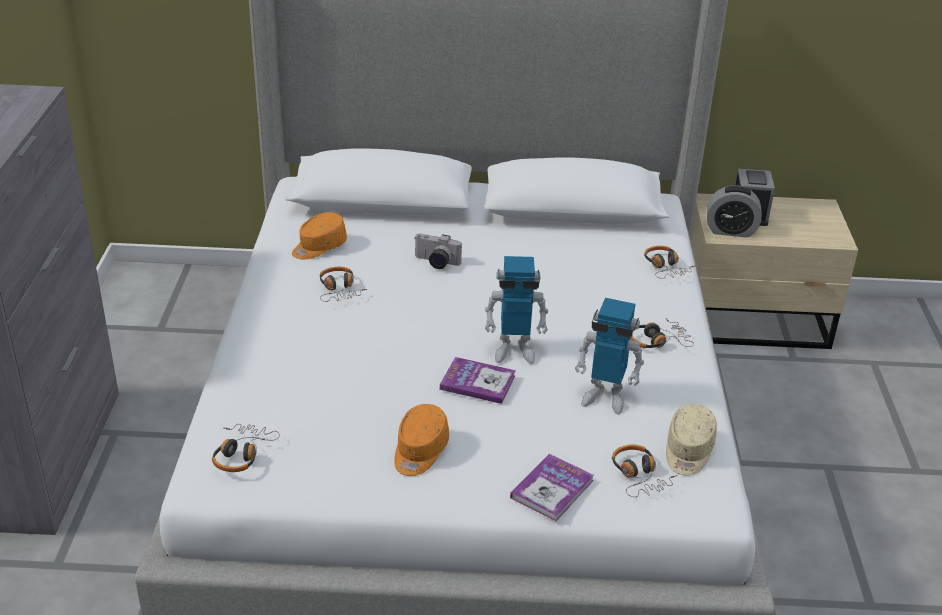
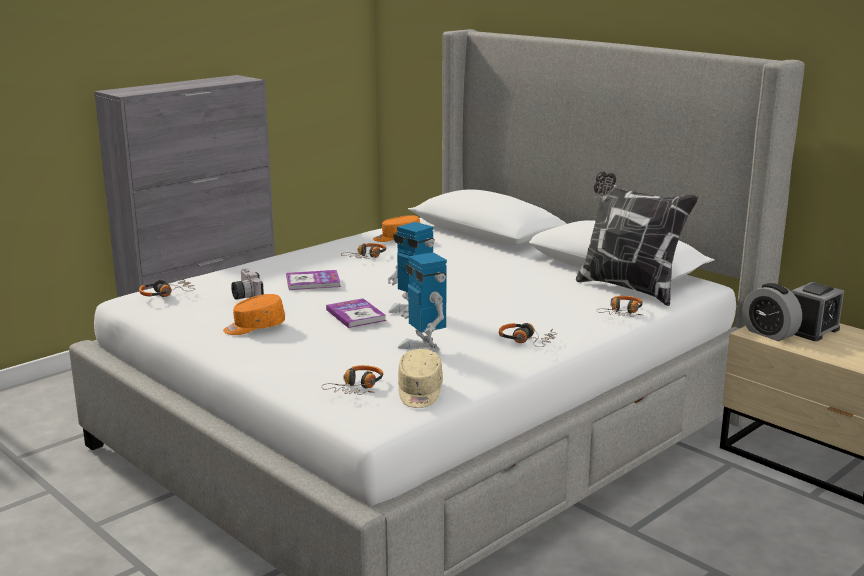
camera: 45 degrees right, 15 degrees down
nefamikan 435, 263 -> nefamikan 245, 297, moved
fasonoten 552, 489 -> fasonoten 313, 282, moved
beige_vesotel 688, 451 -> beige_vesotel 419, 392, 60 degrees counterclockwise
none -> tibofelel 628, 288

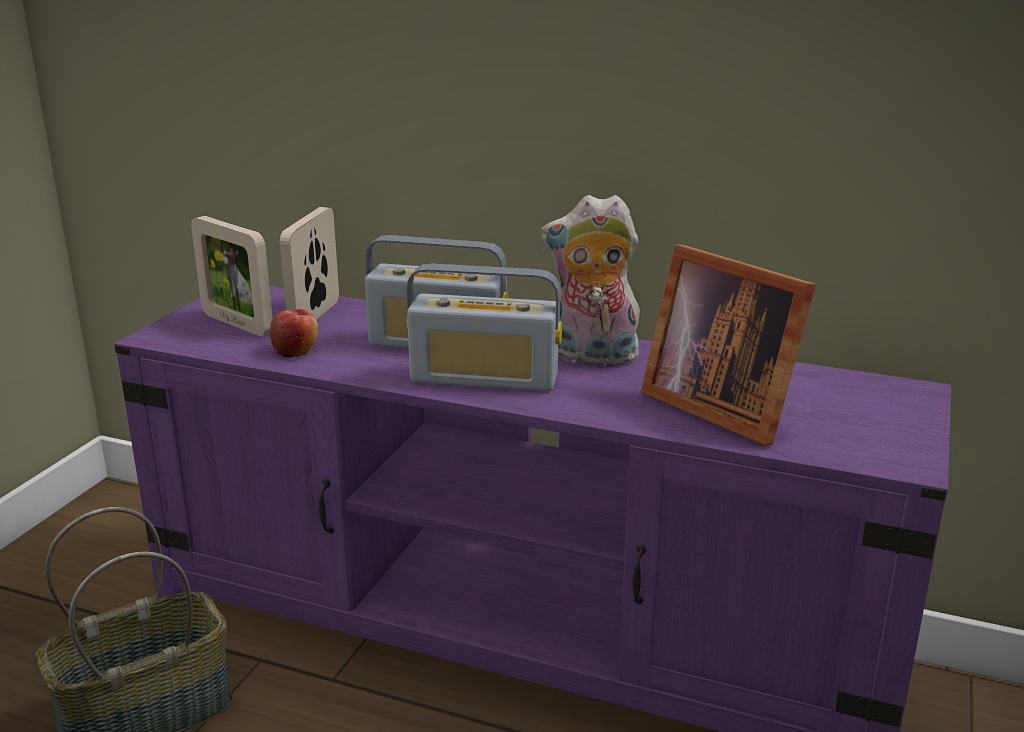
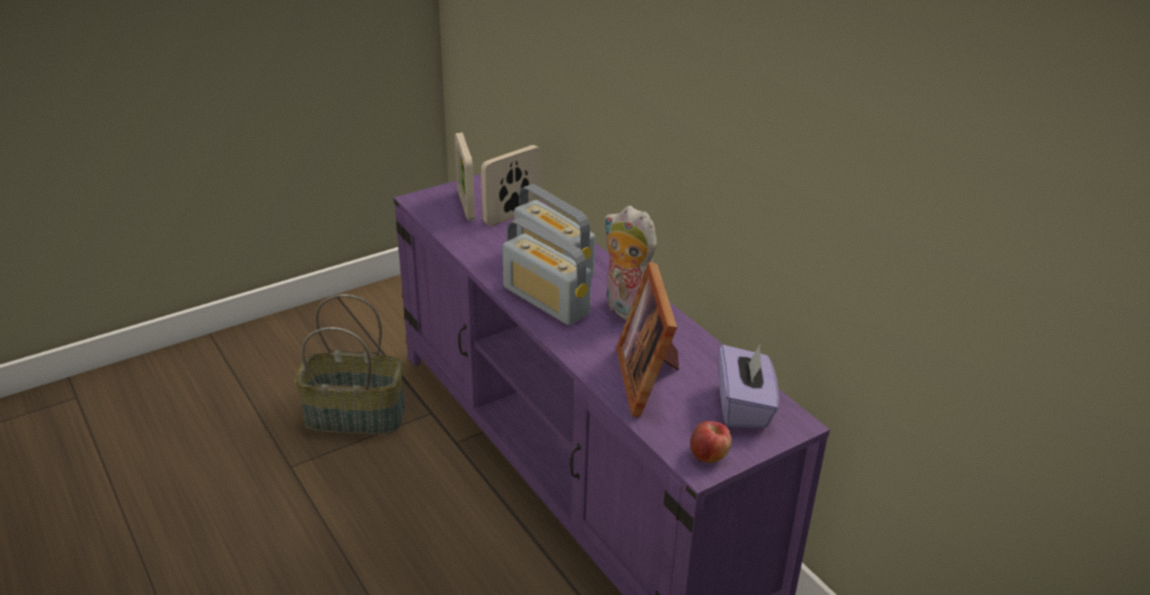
camera: 35 degrees right, 10 degrees up
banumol 295, 350 -> banumol 709, 454, moved
none -> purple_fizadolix 744, 406

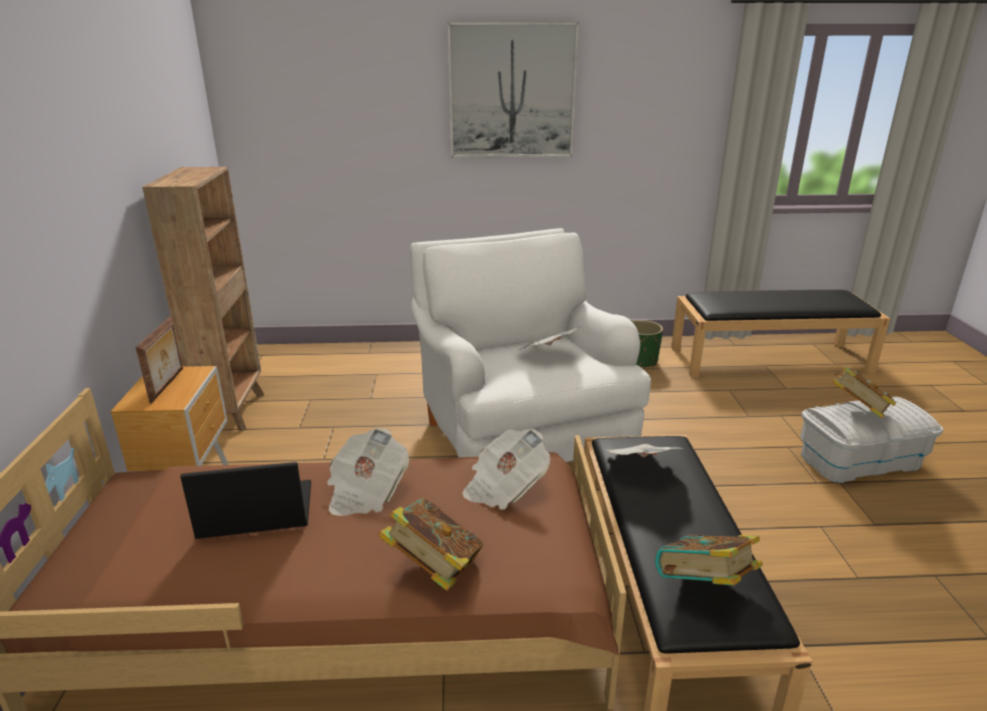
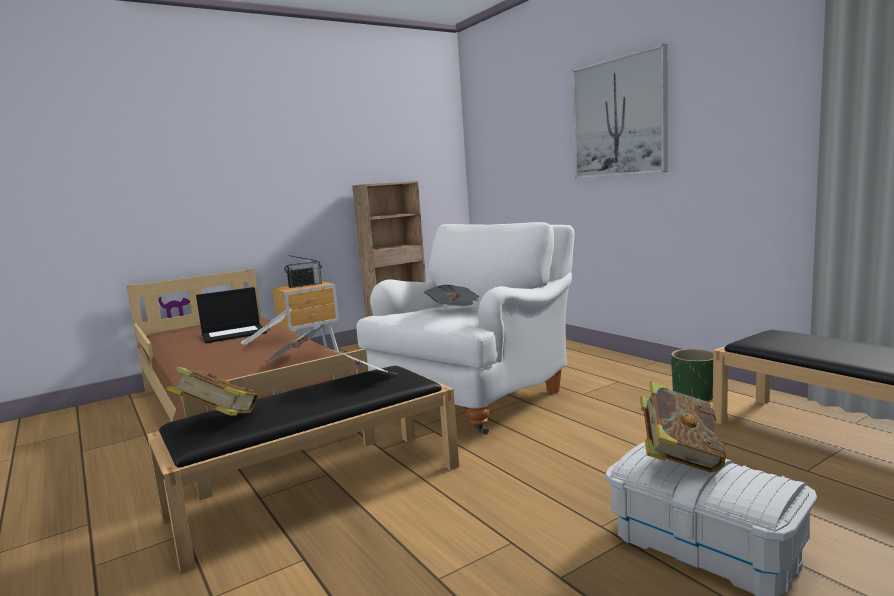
camera: 60 degrees right, 15 degrees down
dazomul 168, 385 -> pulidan 305, 285
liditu 254, 511 -> liditu 234, 334, 105 degrees clockwise
fasonoten 434, 568 -> none

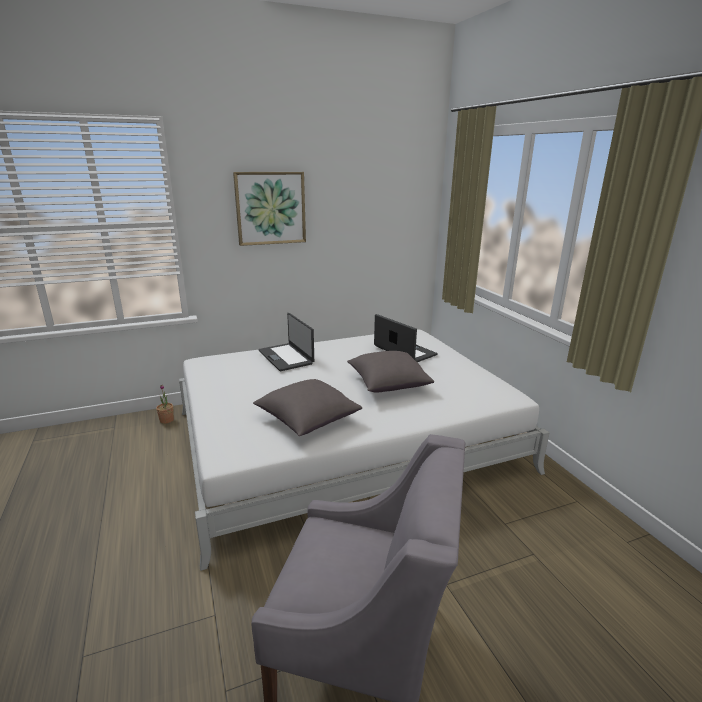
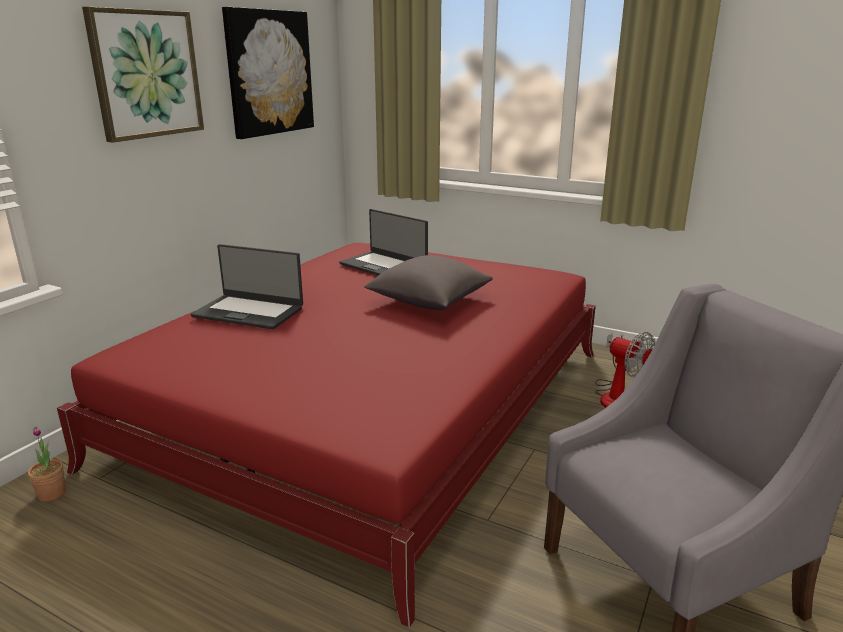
camera: 40 degrees left, 0 degrees up
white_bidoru 344, 440 -> red_bidoru 371, 405
grey_tibofelel 307, 420 -> none
liditu 404, 351 -> liditu 384, 266, 150 degrees counterclockwise
none -> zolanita 269, 73
none -> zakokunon 617, 396

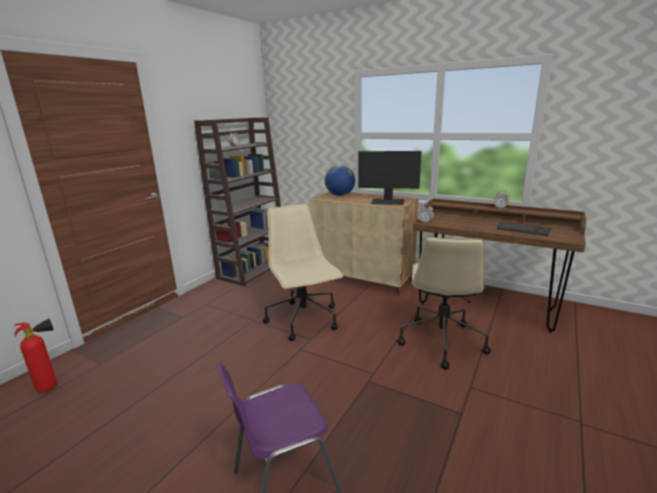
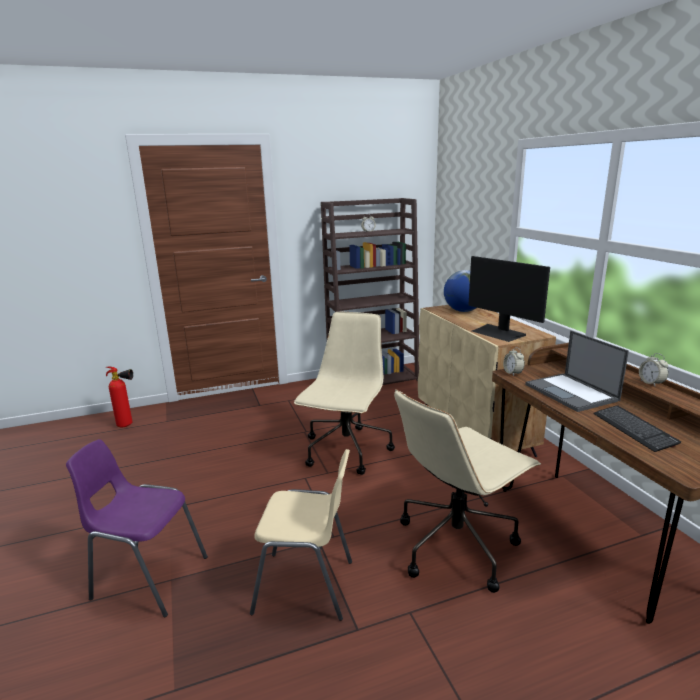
camera: 40 degrees right, 0 degrees up
none -> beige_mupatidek 307, 586
none -> liditu 572, 393

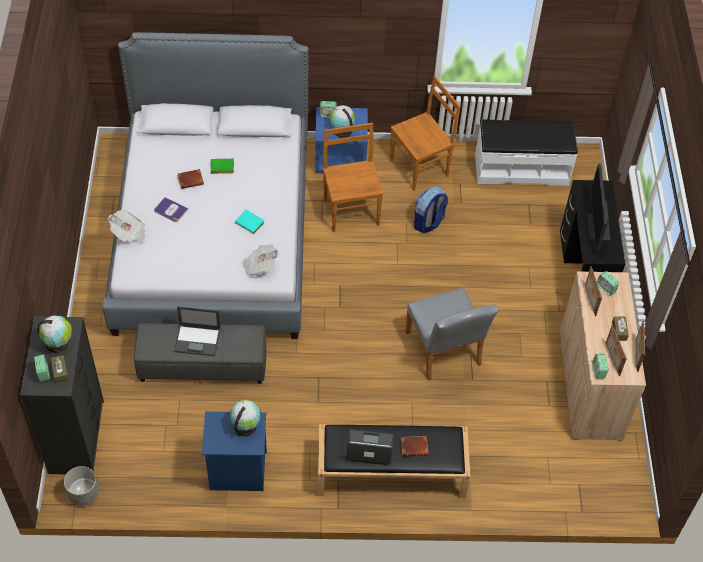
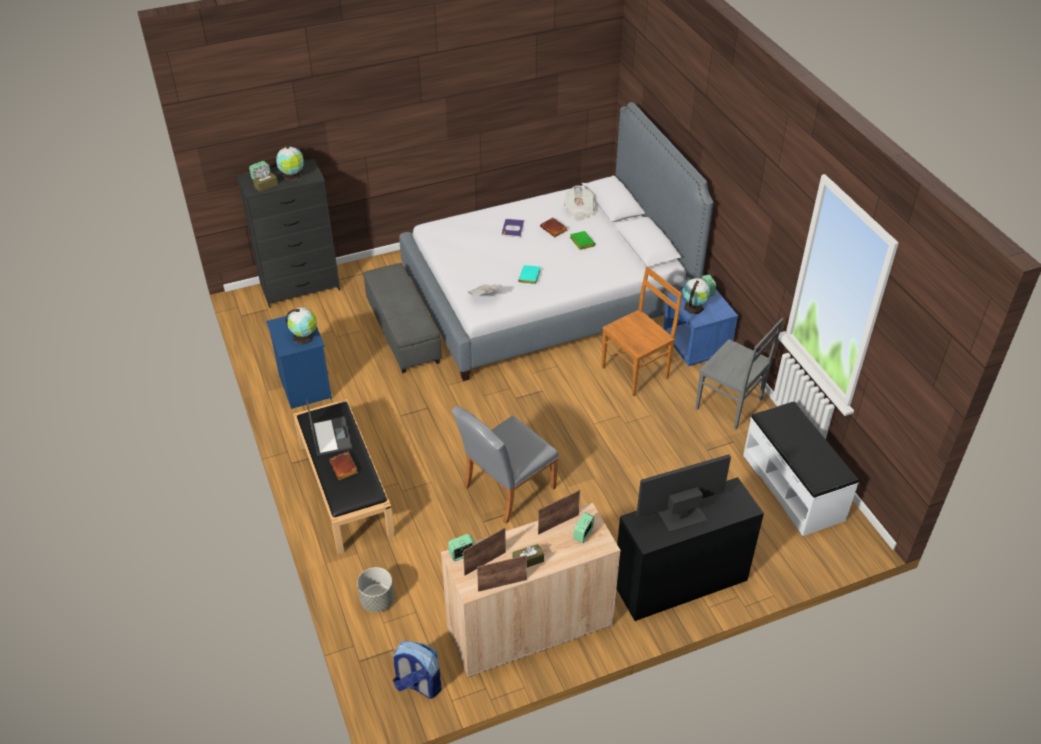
camera: 70 degrees right, 10 degrees down
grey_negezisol 84, 494 -> grey_negezisol 377, 601, moved
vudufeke 129, 233 -> vudufeke 579, 211, moved
liditu 198, 340 -> none
brown_mupatidek 420, 167 -> grey_mupatidek 730, 405
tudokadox 428, 222 -> tudokadox 418, 684, moved

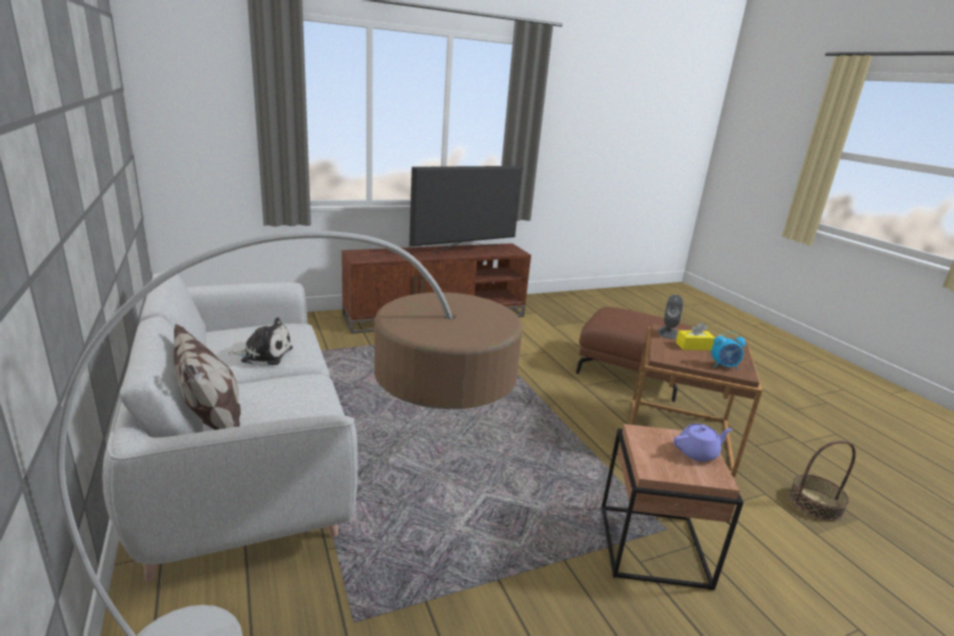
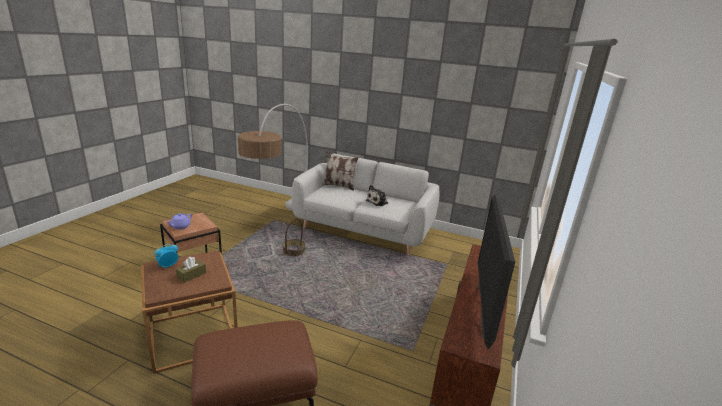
camera: 135 degrees right, 0 degrees up
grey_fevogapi 667, 333 -> none
yellow_fizadolix 693, 346 -> brown_fizadolix 191, 275
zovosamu 815, 503 -> zovosamu 293, 251, moved

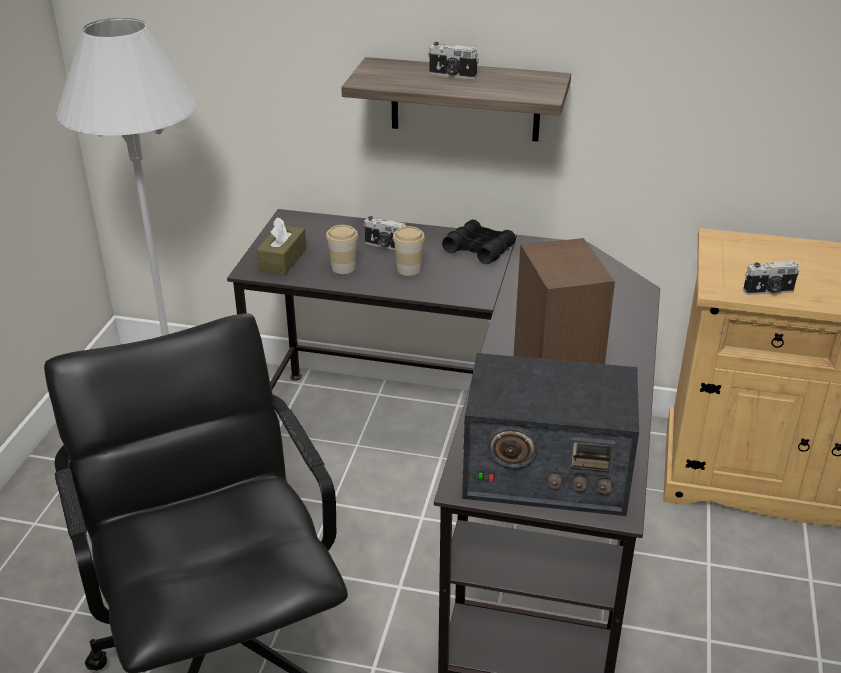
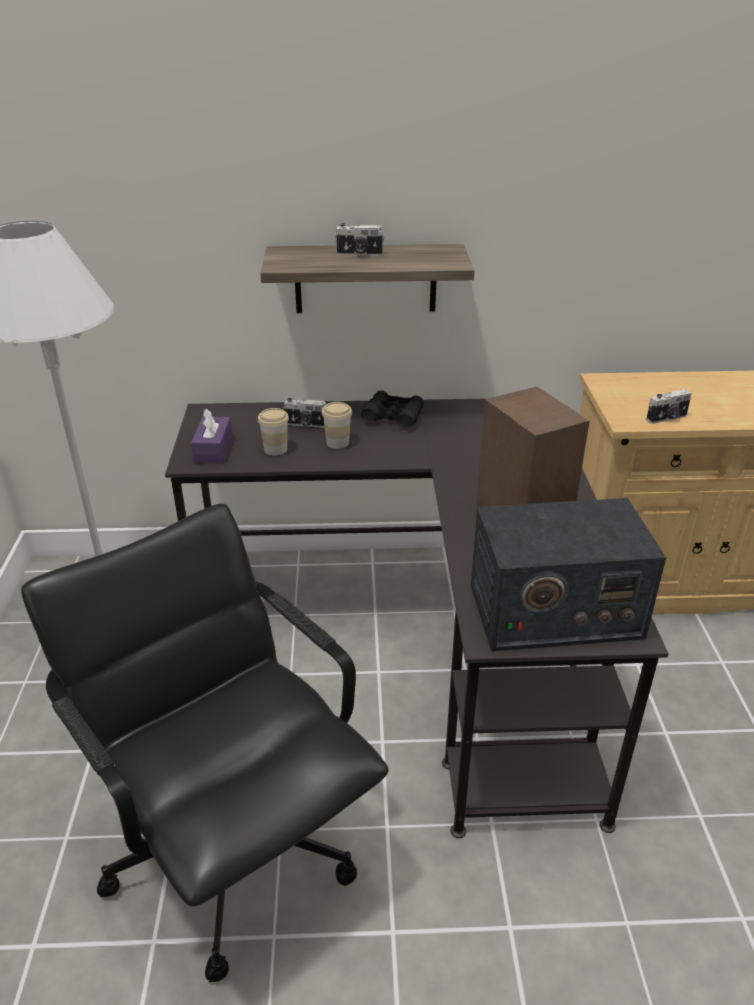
camera: 15 degrees left, 0 degrees up
brown_fizadolix 282, 259 -> purple_fizadolix 213, 449

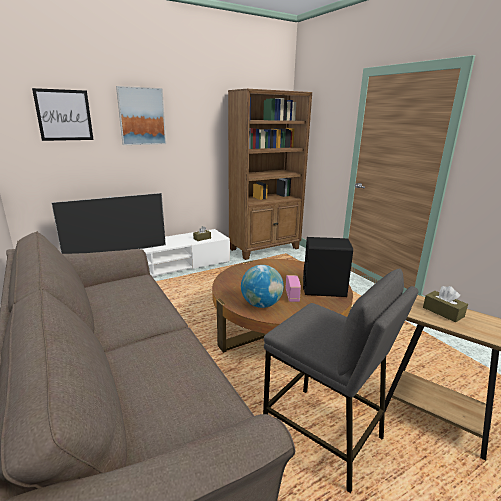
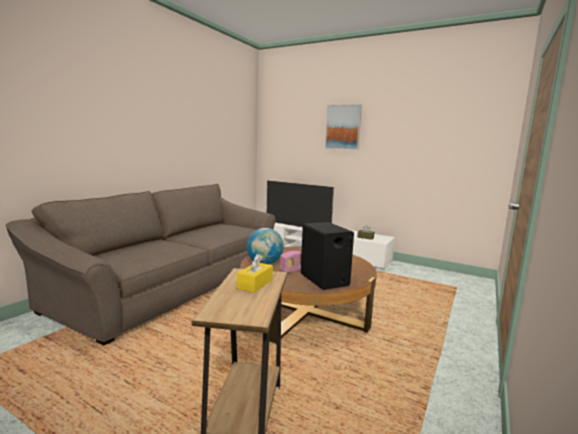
camera: 60 degrees right, 10 degrees down
zolanita 64, 115 -> none
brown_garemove 265, 249 -> none
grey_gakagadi 323, 436 -> none
brown_fizadolix 443, 312 -> yellow_fizadolix 255, 284

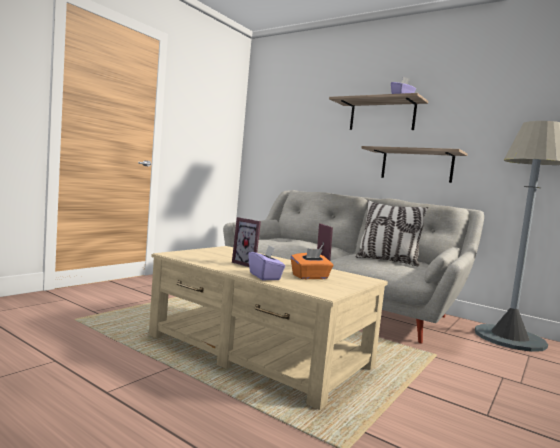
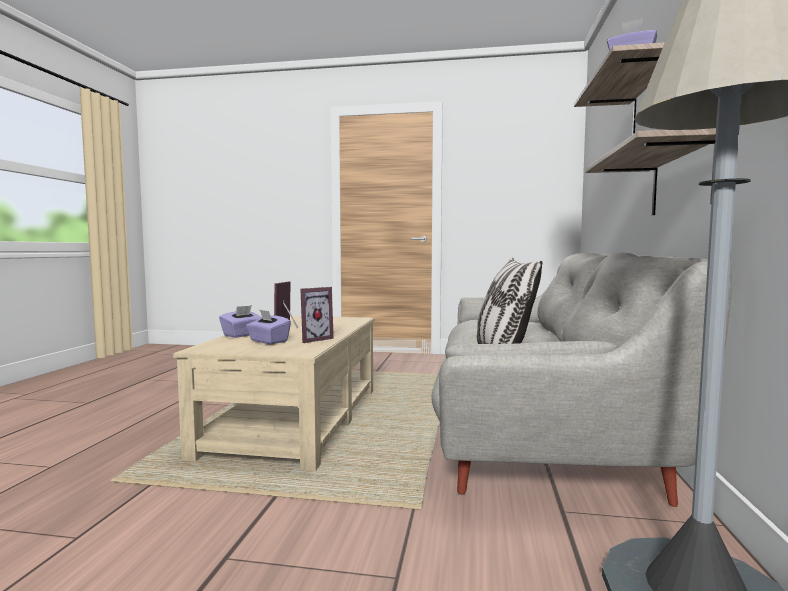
camera: 65 degrees right, 0 degrees up
orange_fizadolix 310, 277 -> purple_fizadolix 268, 341

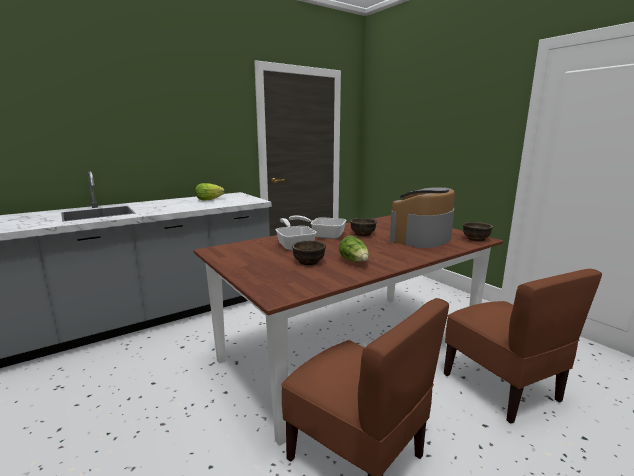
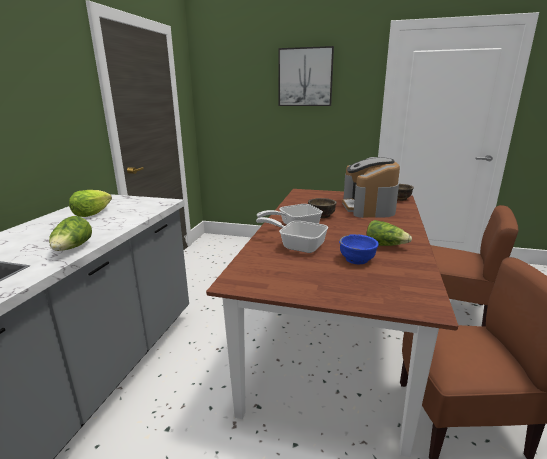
camera: 40 degrees left, 5 degrees up
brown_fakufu 309, 262 -> blue_fakufu 356, 259
none -> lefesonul 73, 248
none -> zolanita 305, 77

